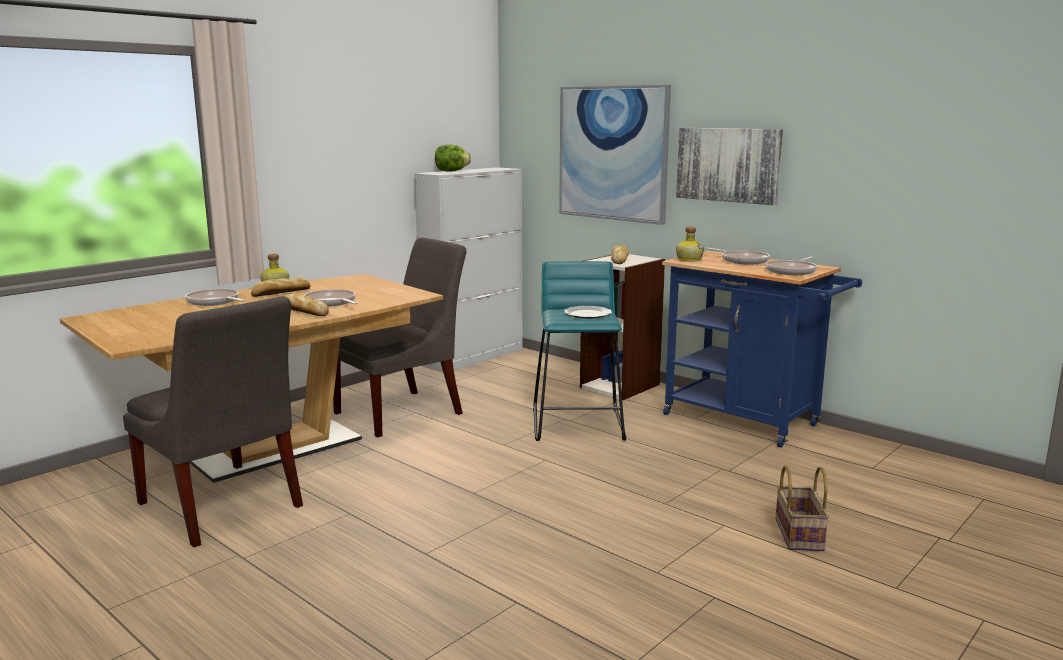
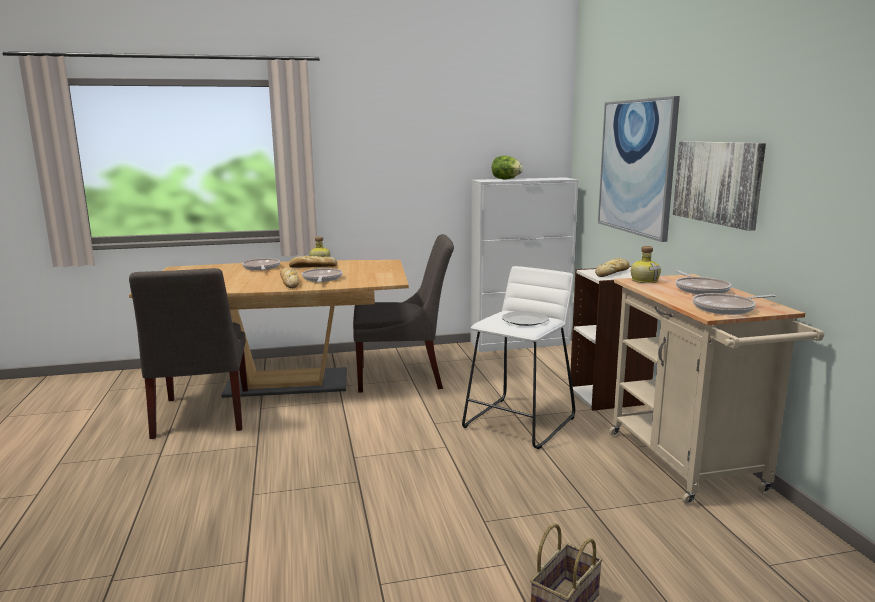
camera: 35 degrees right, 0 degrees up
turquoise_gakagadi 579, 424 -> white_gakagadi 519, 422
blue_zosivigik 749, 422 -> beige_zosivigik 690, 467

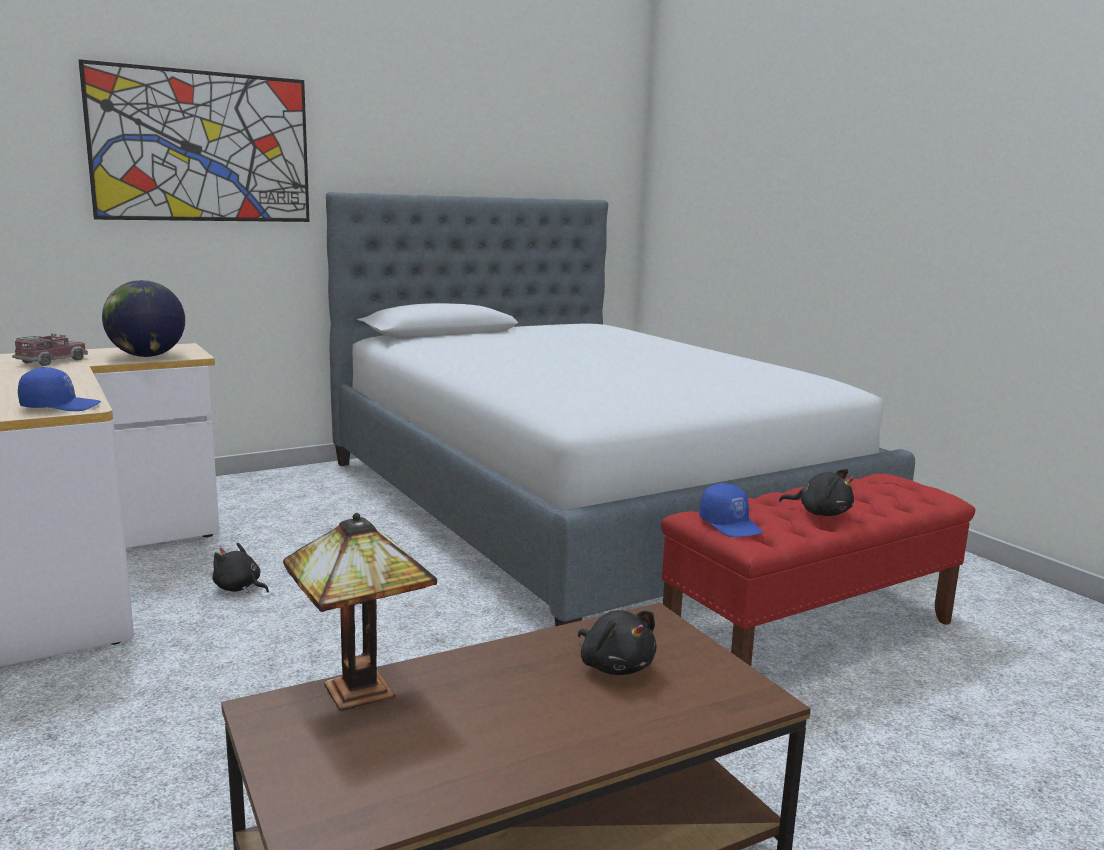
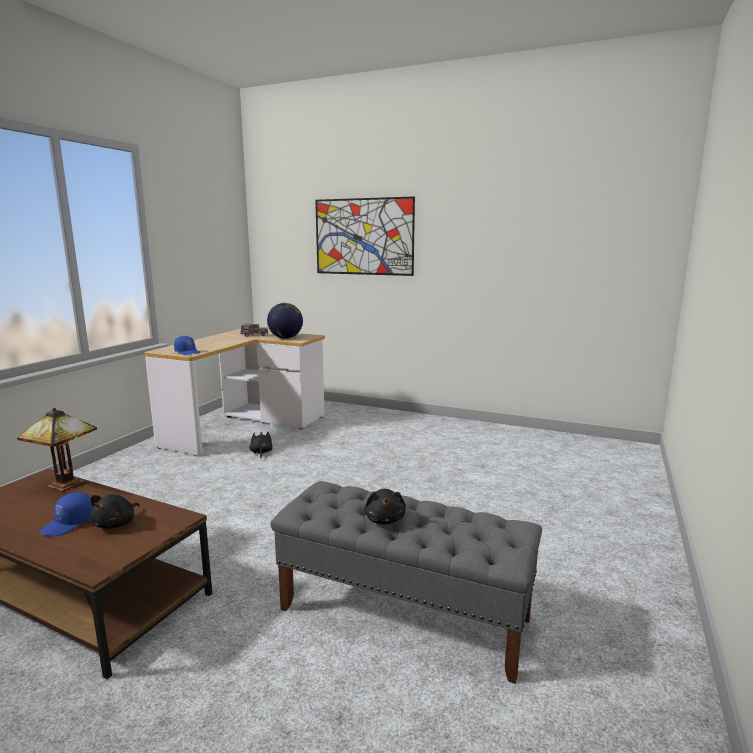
camera: 55 degrees right, 0 degrees up
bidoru 581, 505 -> none
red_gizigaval 810, 632 -> grey_gizigaval 404, 614
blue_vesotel 731, 525 -> blue_vesotel 69, 524, moved

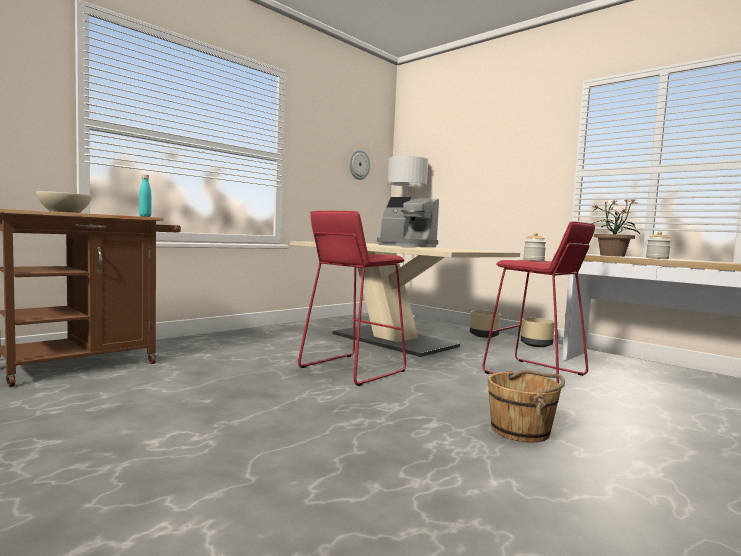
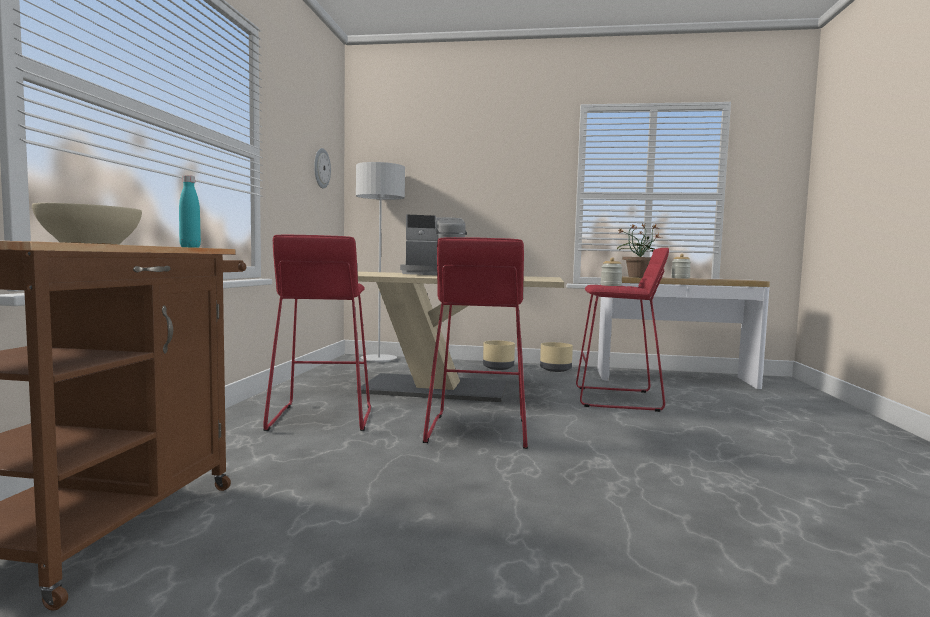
camera: 35 degrees left, 0 degrees up
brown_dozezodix 521, 430 -> none
none -> red_gakagadi 321, 418

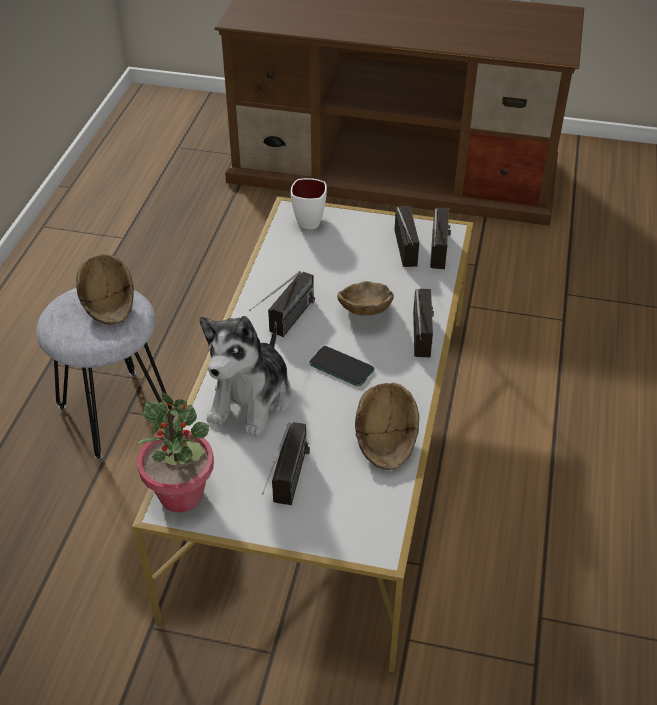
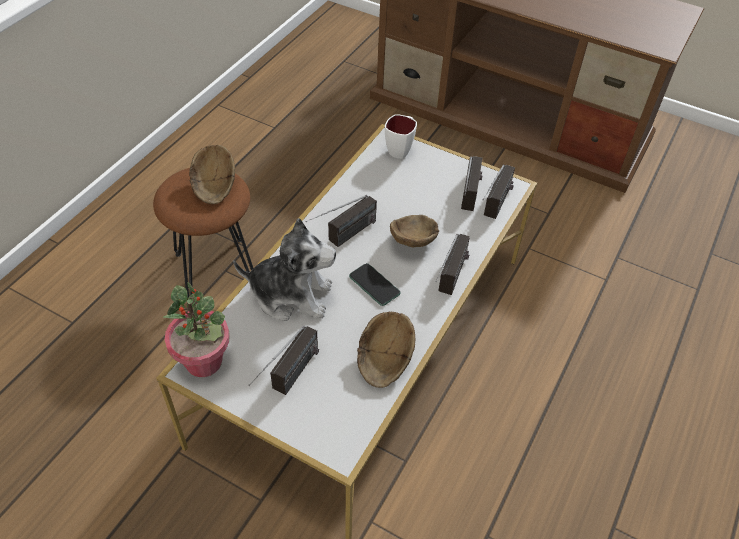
camera: 15 degrees right, 5 degrees up
grey_gakagadi 116, 414 -> brown_gakagadi 216, 270
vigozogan 252, 399 -> vigozogan 291, 295, 120 degrees counterclockwise

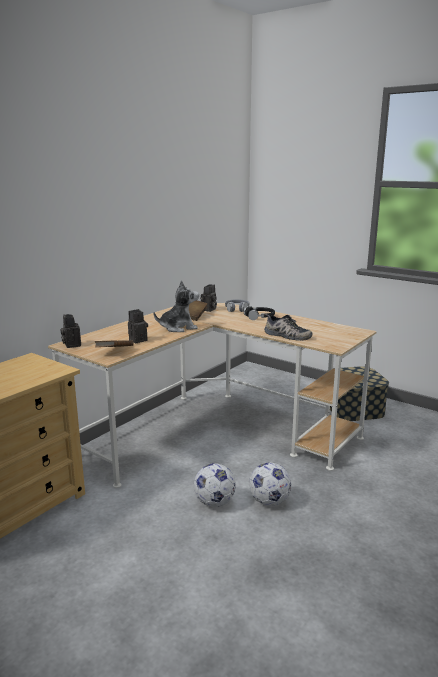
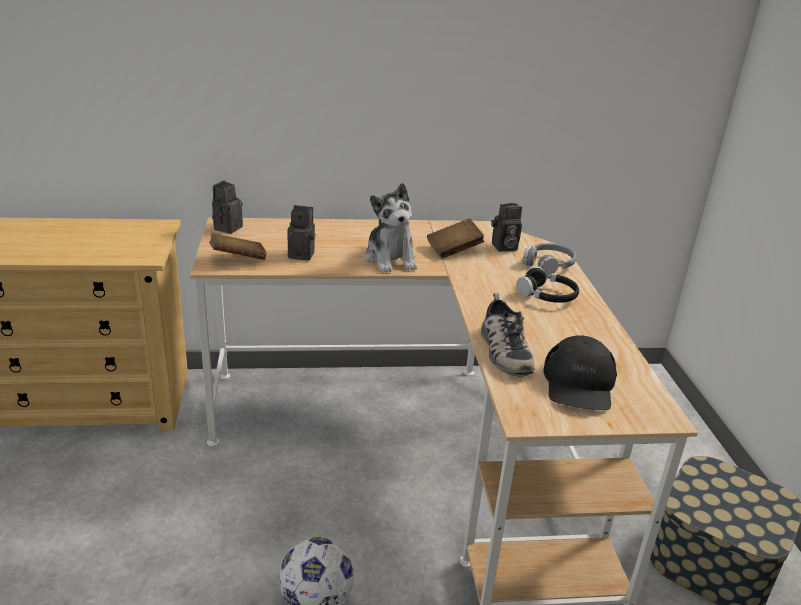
camera: 45 degrees right, 10 degrees up
vigozogan 178, 328 -> vigozogan 390, 259, 45 degrees clockwise
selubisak 214, 502 -> none
none -> black_vesotel 579, 383

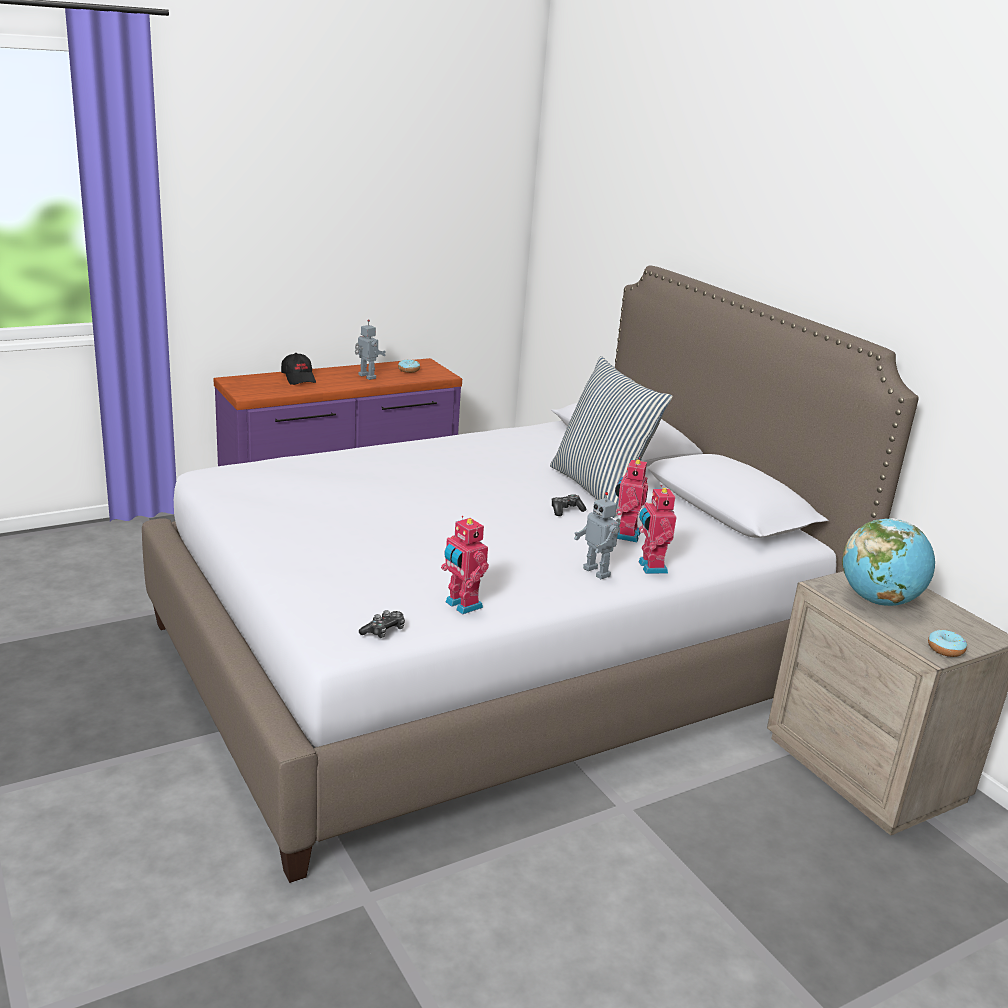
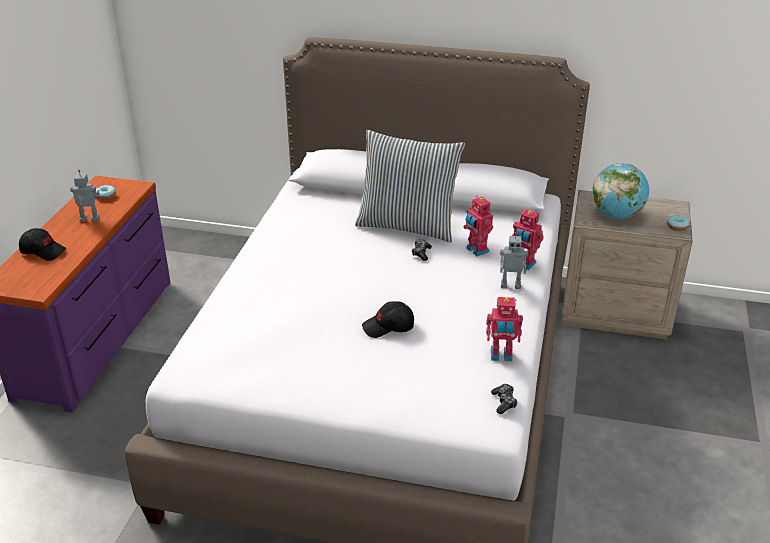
camera: 45 degrees left, 10 degrees up
none -> black_vesotel 388, 327

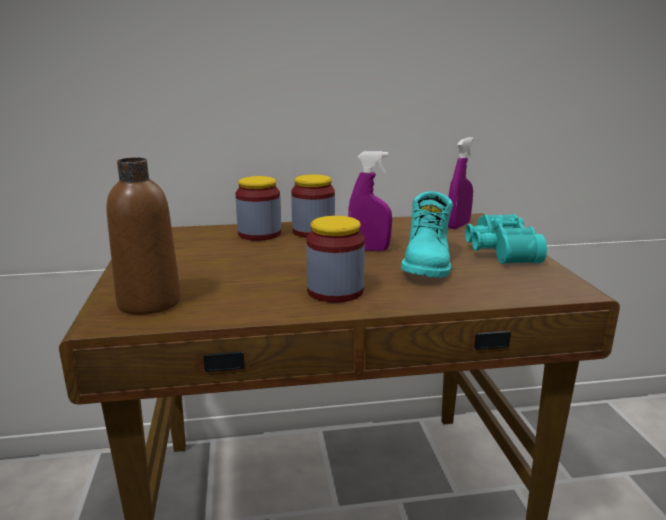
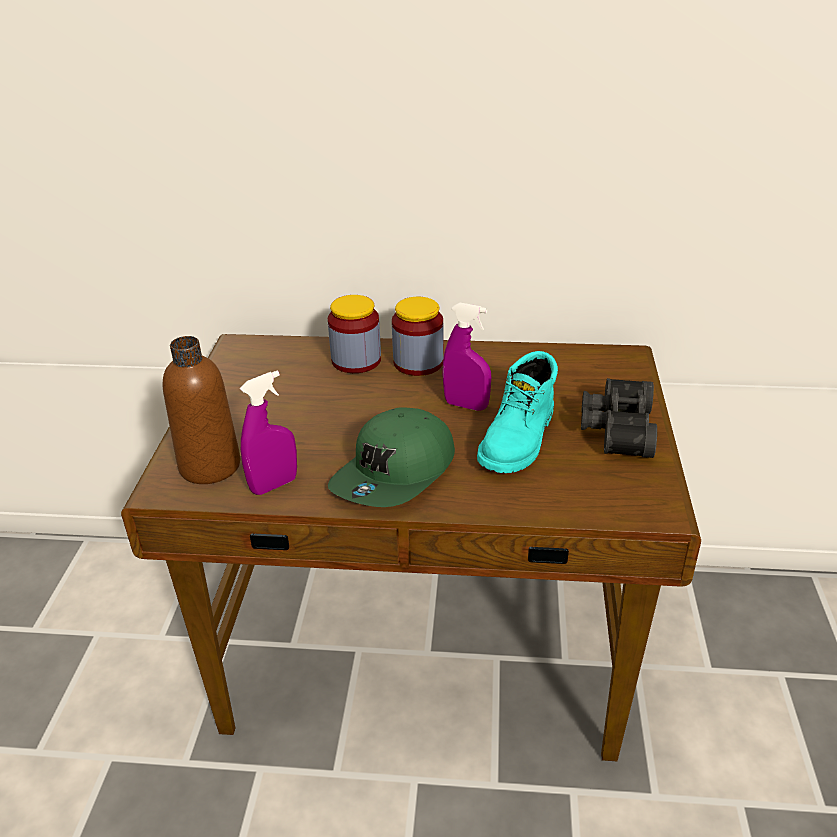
camera: 15 degrees right, 15 degrees up
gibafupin 335, 291 -> green_vesotel 396, 474
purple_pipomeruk 458, 226 -> purple_pipomeruk 274, 485, moved
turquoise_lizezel 498, 251 -> black_lizezel 615, 428

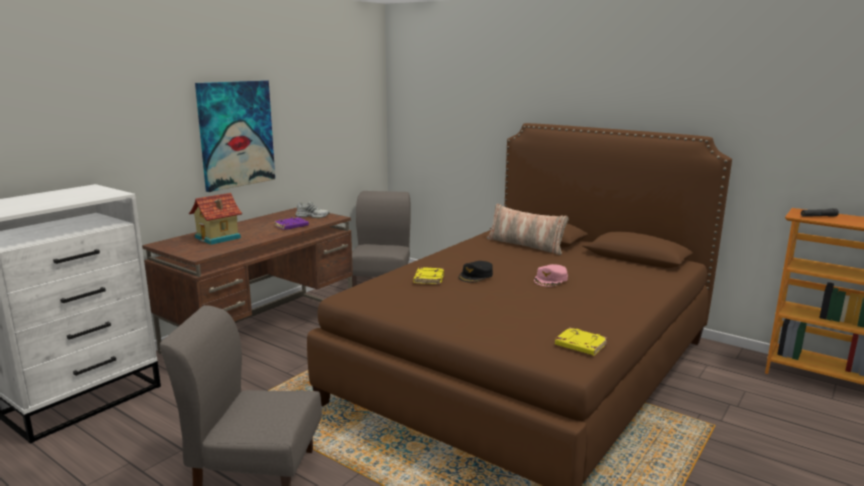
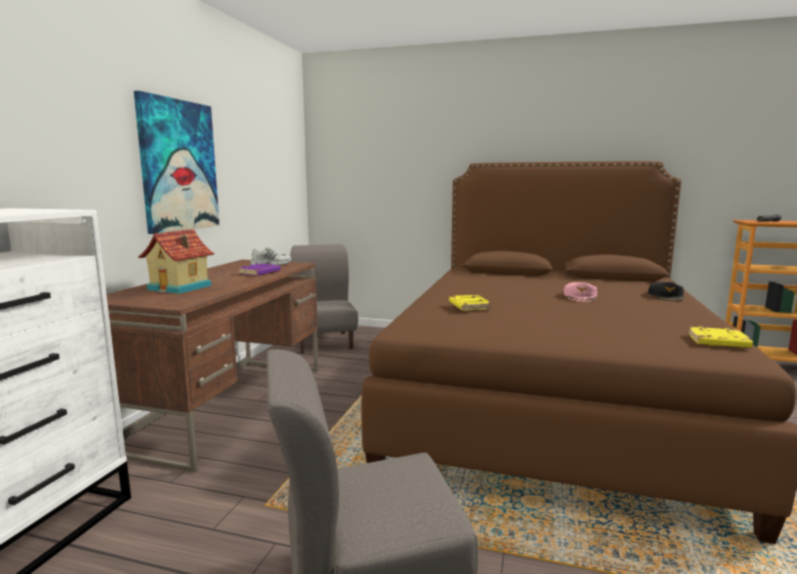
camera: 20 degrees left, 5 degrees down
black_vesotel 476, 276 -> black_vesotel 666, 296, moved
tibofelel 525, 245 -> none

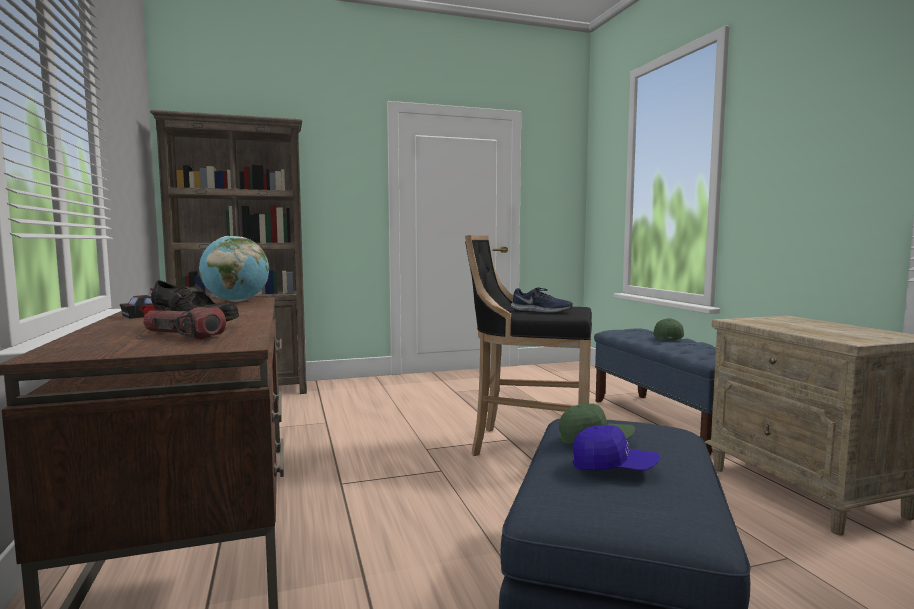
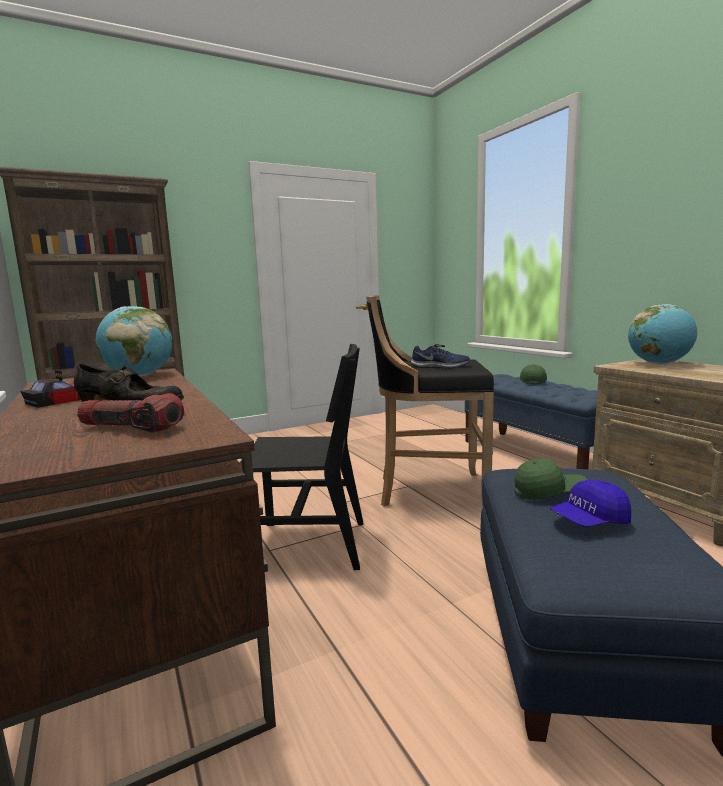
camera: 10 degrees left, 5 degrees up
blue_vesotel 614, 468 -> blue_vesotel 589, 521, 150 degrees clockwise
none -> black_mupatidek 309, 544
none -> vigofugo 659, 363

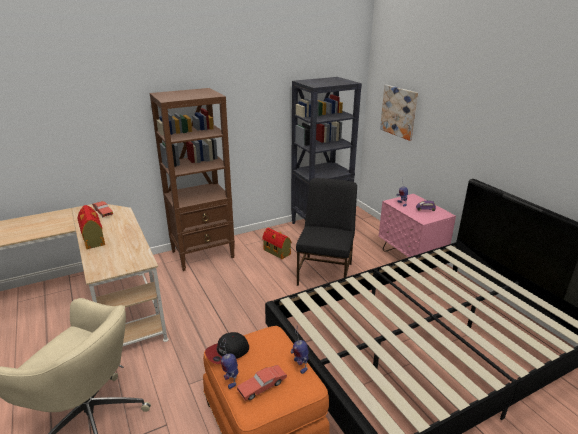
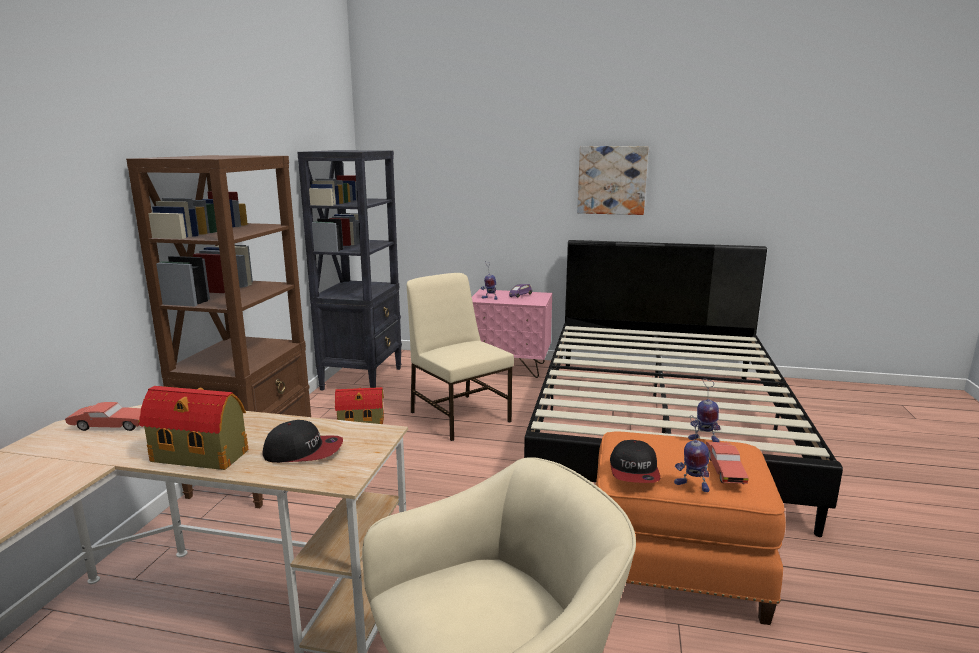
camera: 50 degrees left, 10 degrees down
black_mupatidek 326, 273 -> beige_mupatidek 459, 416
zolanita 399, 112 -> zolanita 612, 180, moved
none -> vesotel 304, 451

